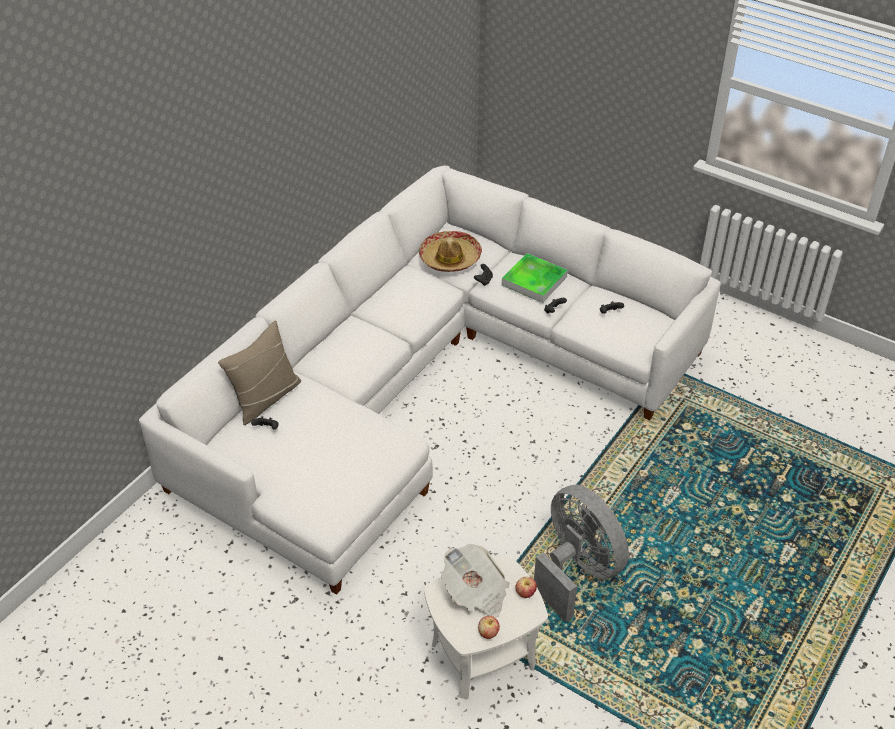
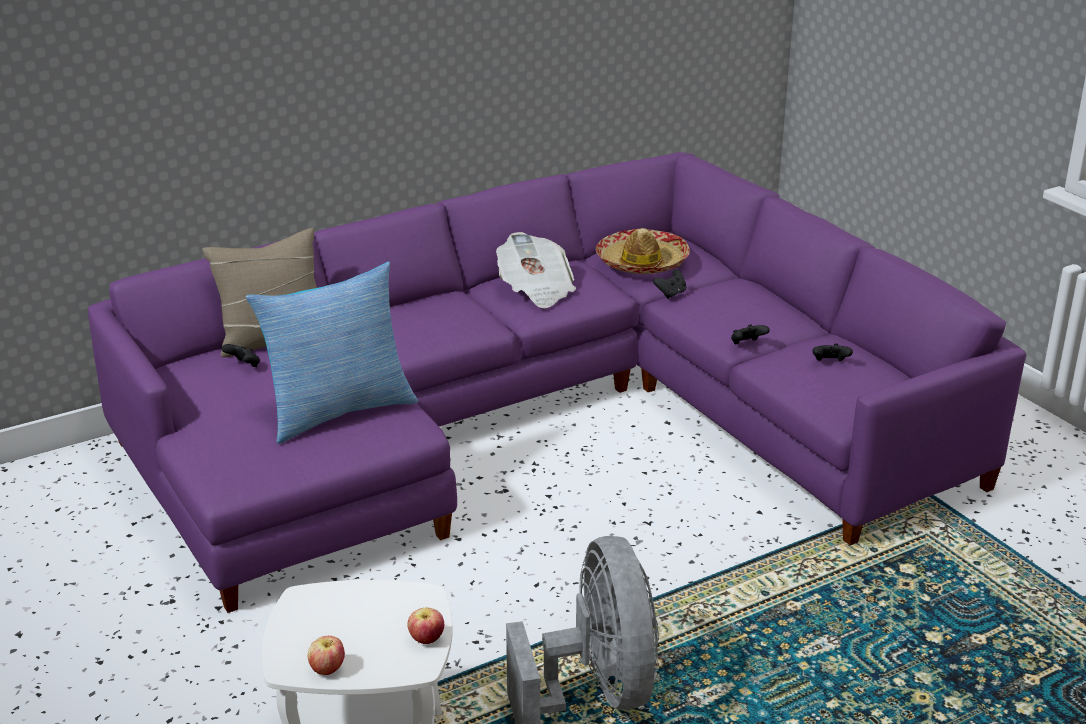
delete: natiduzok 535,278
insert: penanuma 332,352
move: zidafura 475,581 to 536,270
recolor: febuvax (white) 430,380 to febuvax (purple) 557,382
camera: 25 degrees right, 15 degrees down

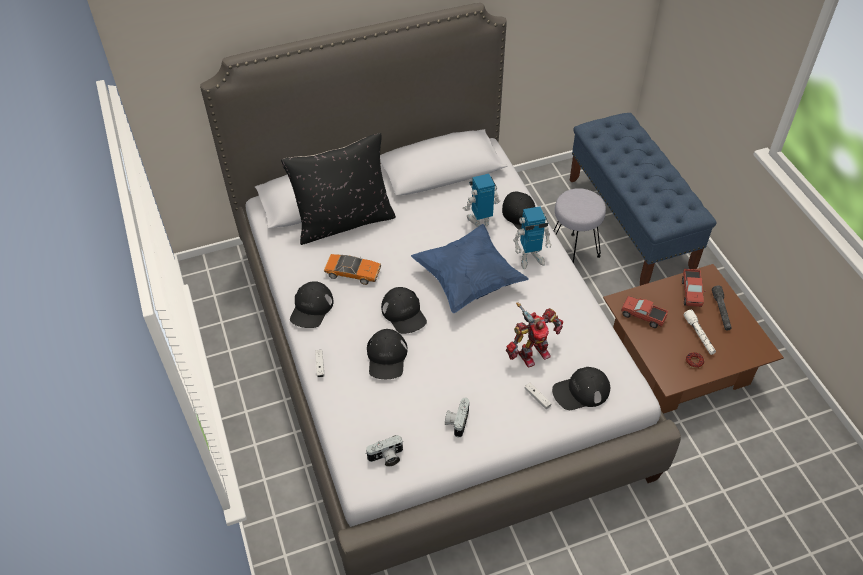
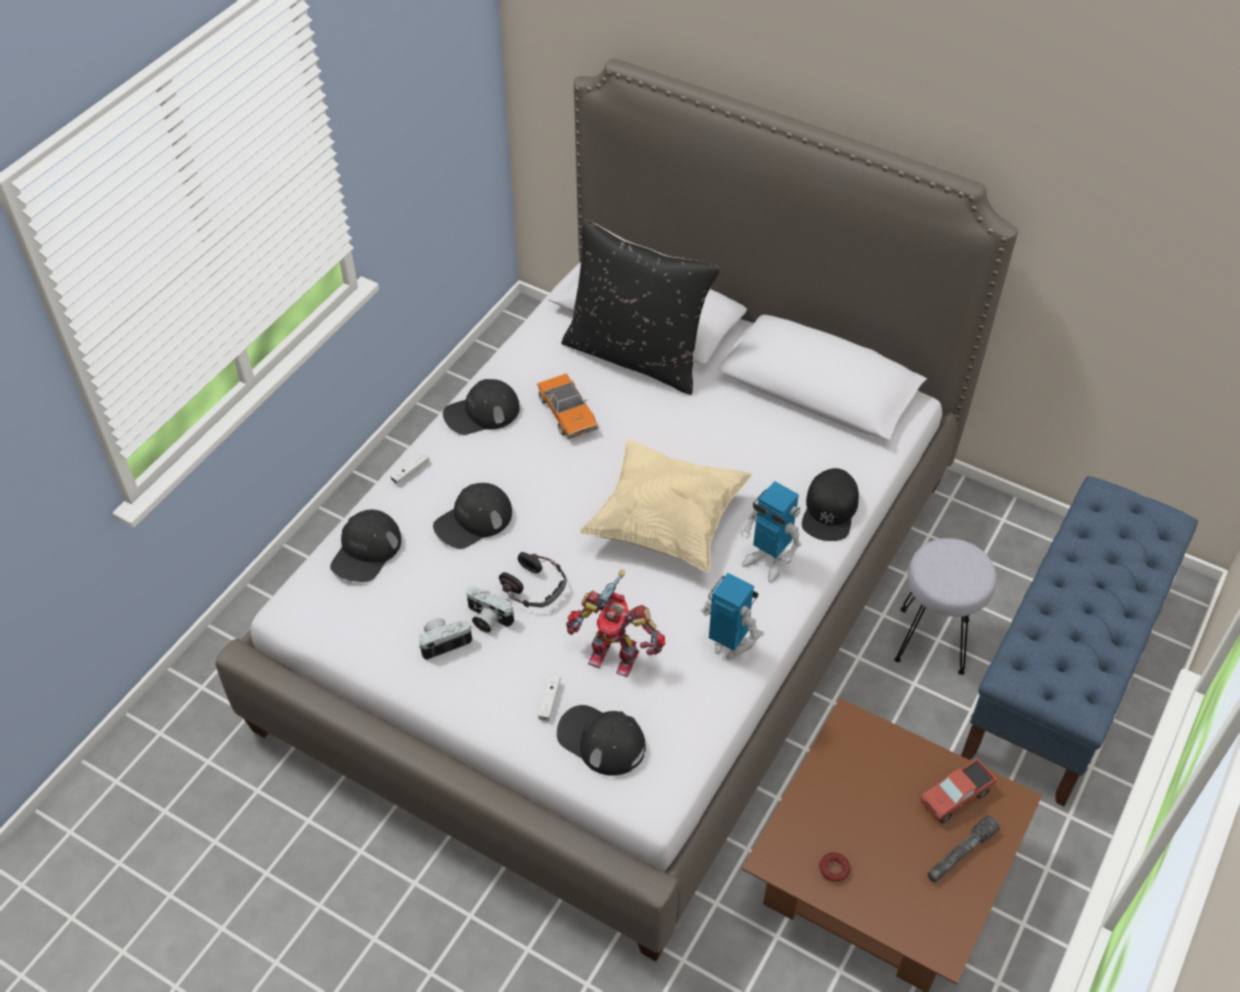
delete: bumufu 644,312; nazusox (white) 700,332
insert: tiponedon 532,580
move: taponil 384,451 to 490,609; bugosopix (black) 404,310 to 365,546; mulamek 481,200 to 732,616
recolor: penanuma (blue) 470,268 to penanuma (beige) 666,505
camera: 50 degrees right, 0 degrees up

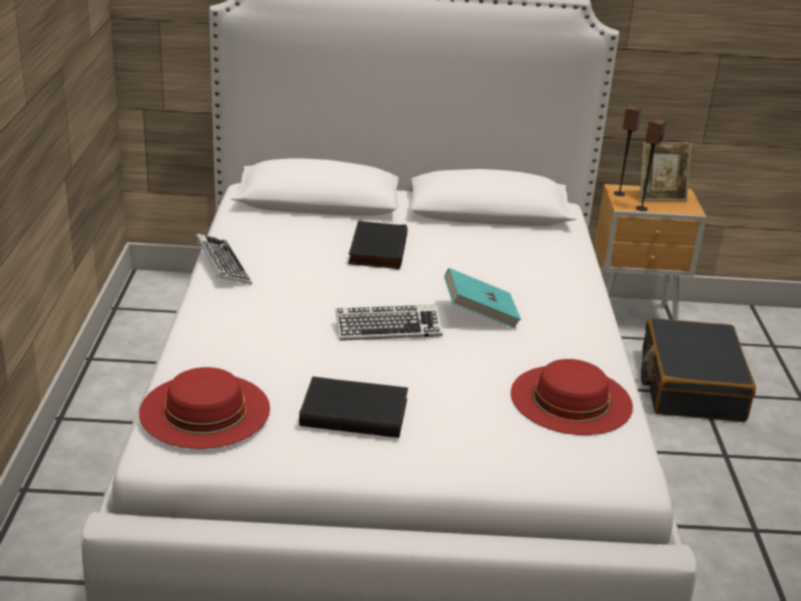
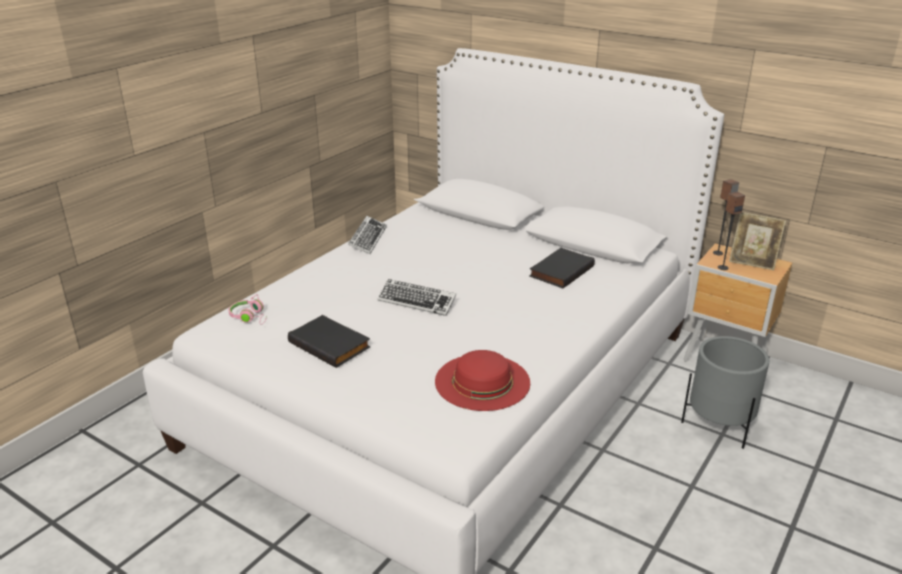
delete: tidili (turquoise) 482,298
move: tidili (black) 378,245 to 562,268
replace: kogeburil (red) 204,408 to tiponedon (pink) 247,309; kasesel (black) 698,370 to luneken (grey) 725,392
camera: 35 degrees right, 0 degrees up

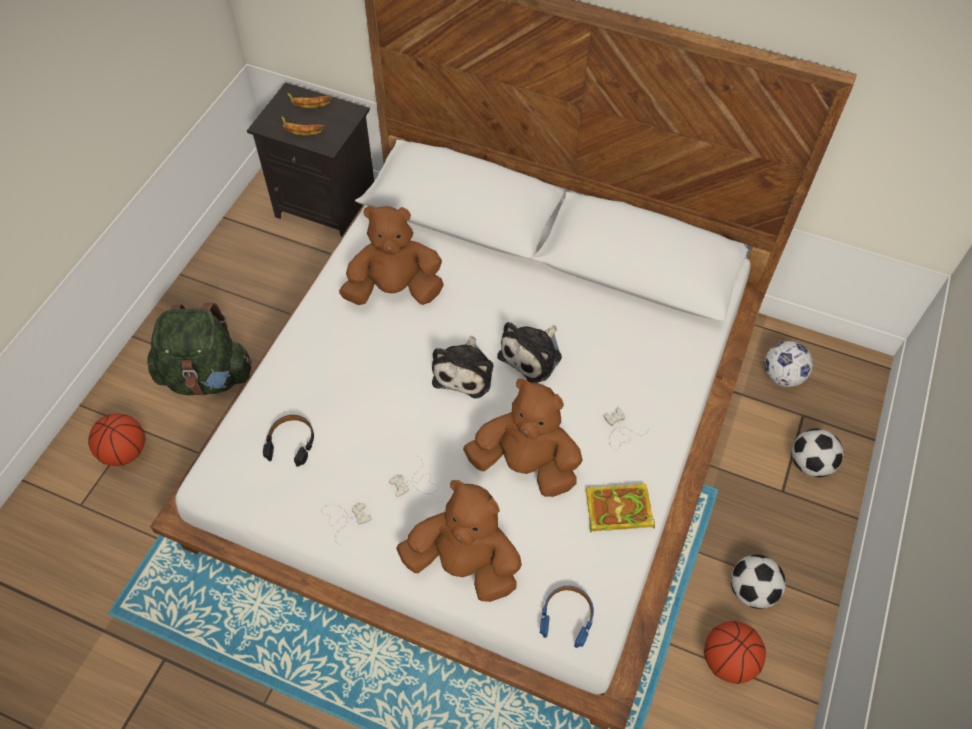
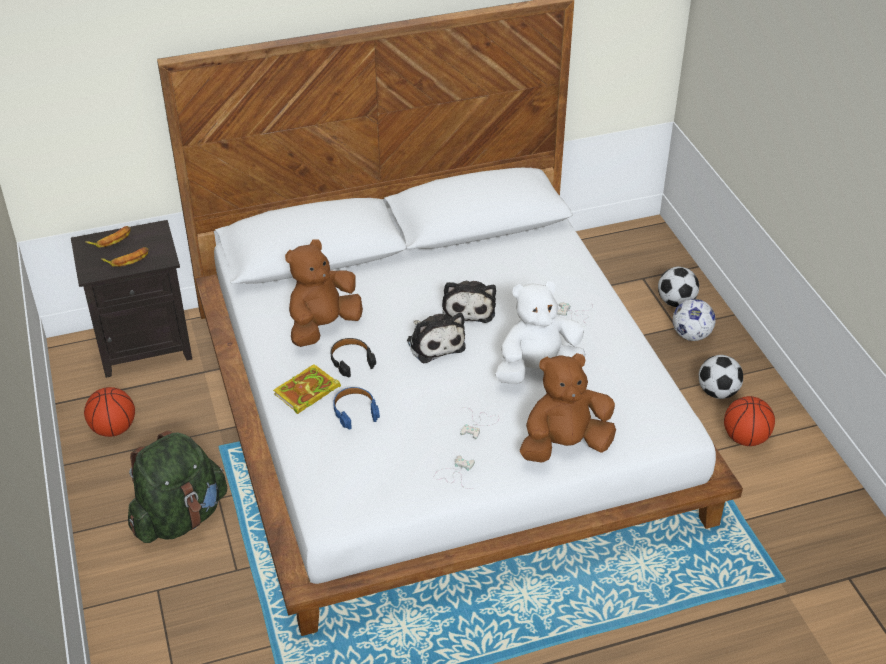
move: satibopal 116,440 to 109,412; tiponedon (black) 288,441 to 353,358; tiponedon (blue) 567,617 to 356,408; tidili 620,508 to 307,389; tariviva 788,364 to 694,320
recolor: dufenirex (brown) 523,438 to dufenirex (white) 540,332
camera: 40 degrees left, 15 degrees down

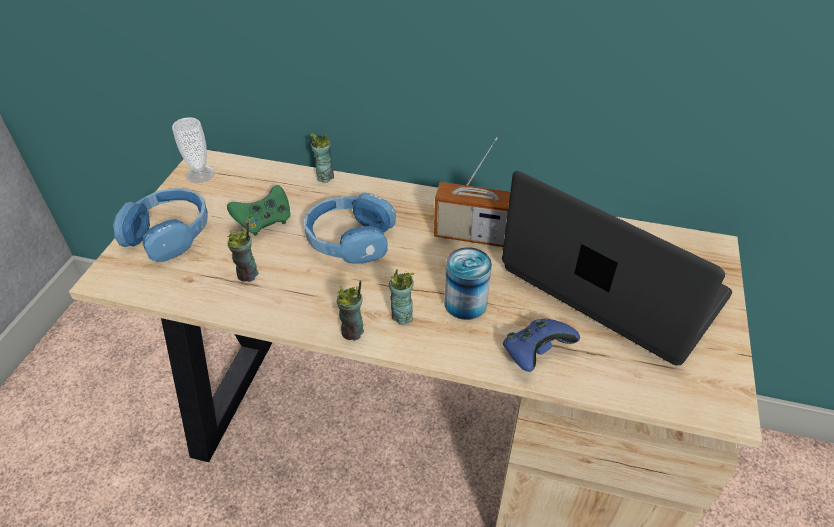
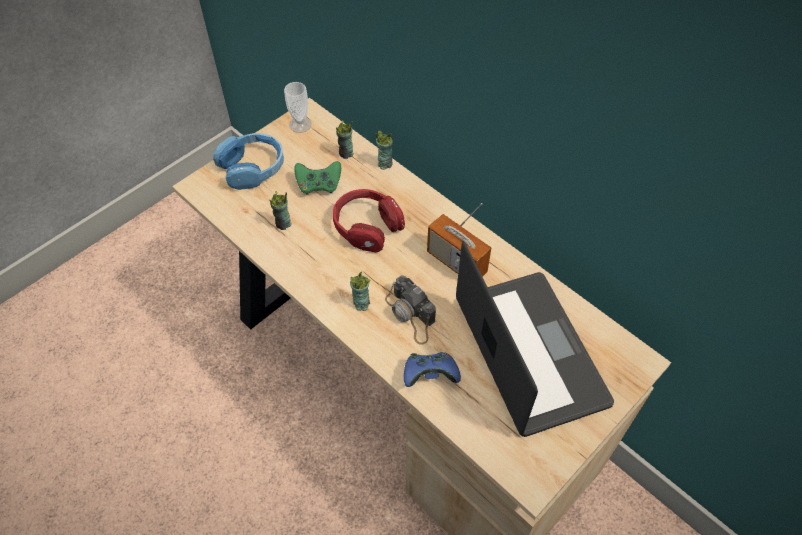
move: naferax 350,310 to 345,140
replace: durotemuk 468,283 to taponil 410,310
recolor: tiponedon (blue) 350,228 to tiponedon (red) 369,220
camera: 30 degrees right, 10 degrees up

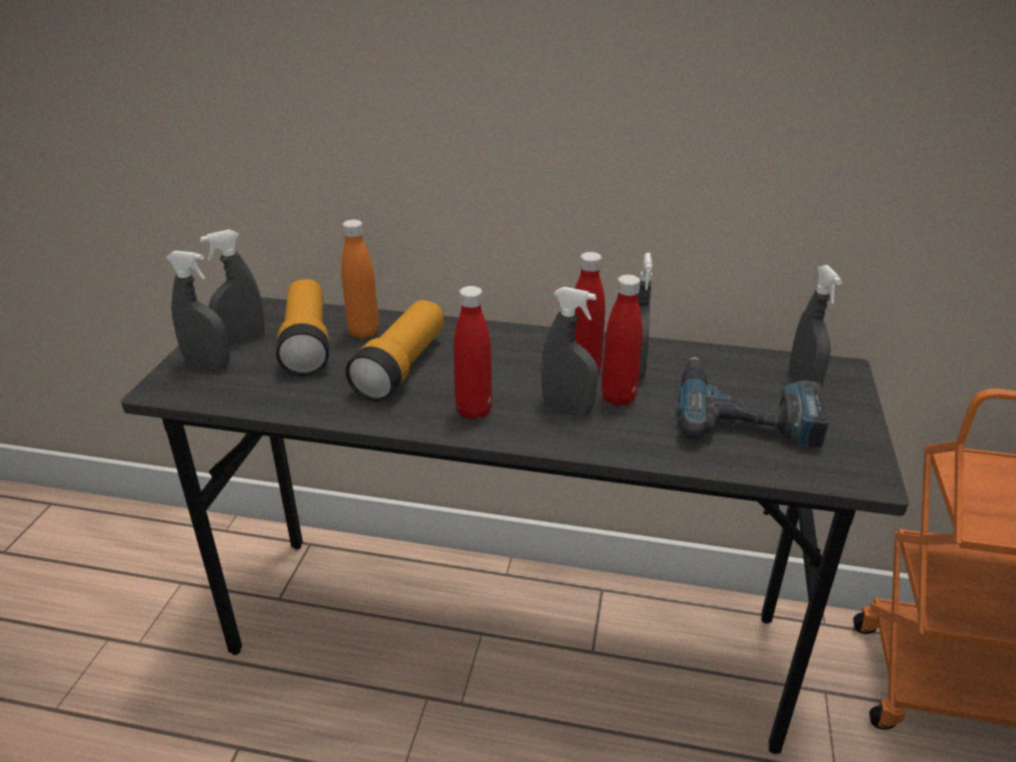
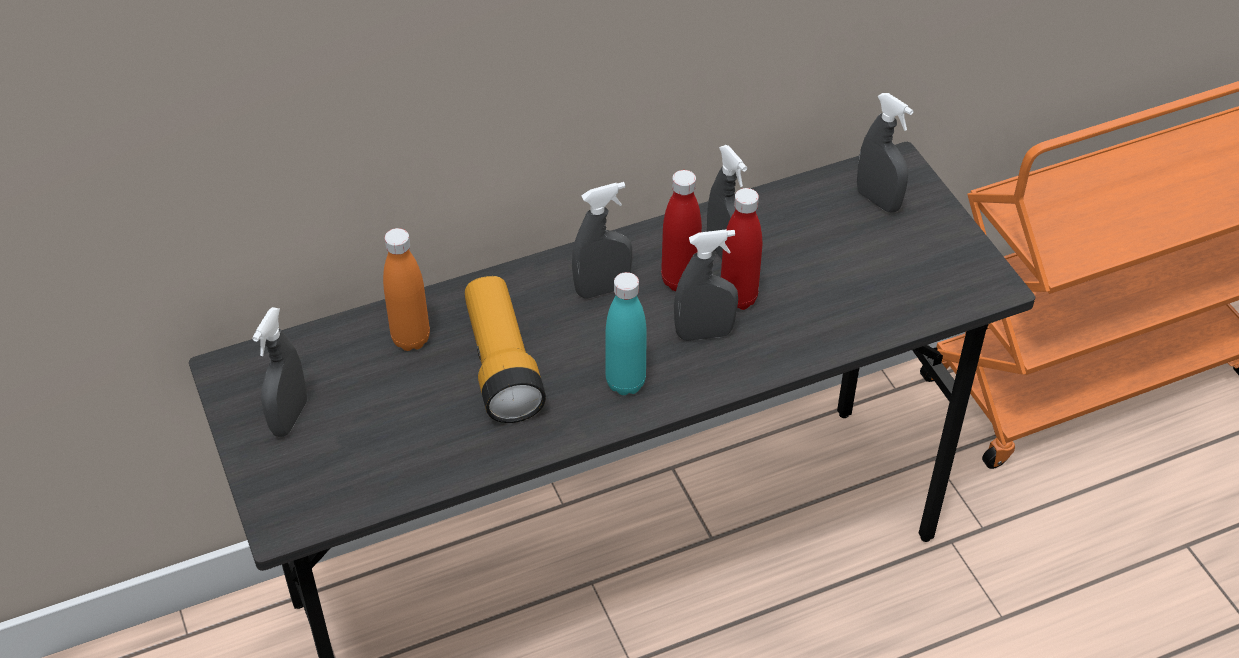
delete: nazusox 302,327; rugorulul 753,402
move: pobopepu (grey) 198,309 to 602,240
recolor: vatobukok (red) 473,353 to vatobukok (turquoise) 626,333
camera: 35 degrees left, 15 degrees up

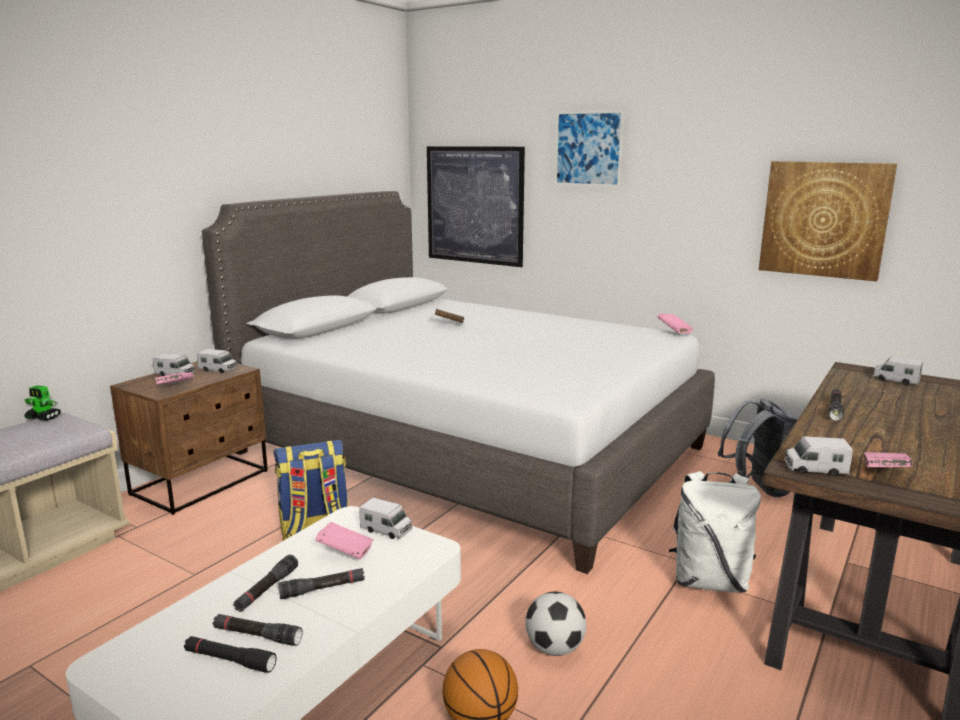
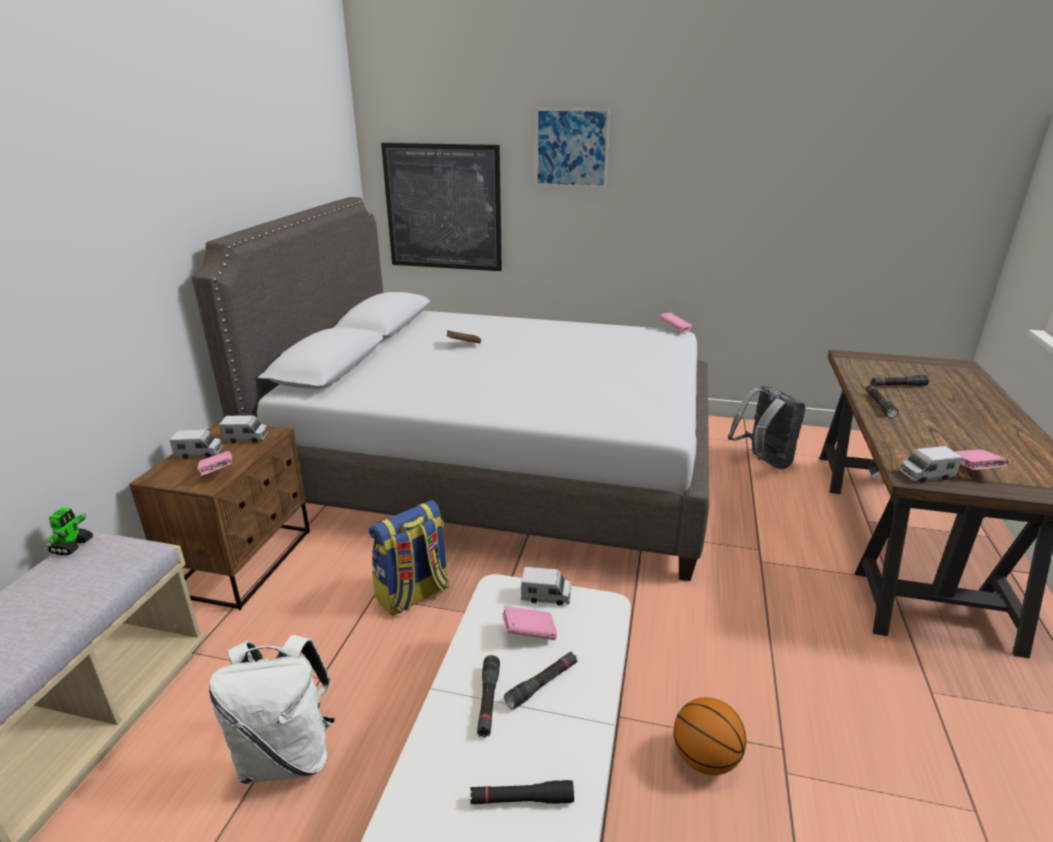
delete: tariviva 555,624; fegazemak 828,221; bumufu 897,371
move: nazusox (black) 257,630 to 900,380; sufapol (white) 715,532 to 272,709
rotate: mulamek 42,403 = 69,531 75 degrees counterclockwise
camera: 20 degrees left, 10 degrees up

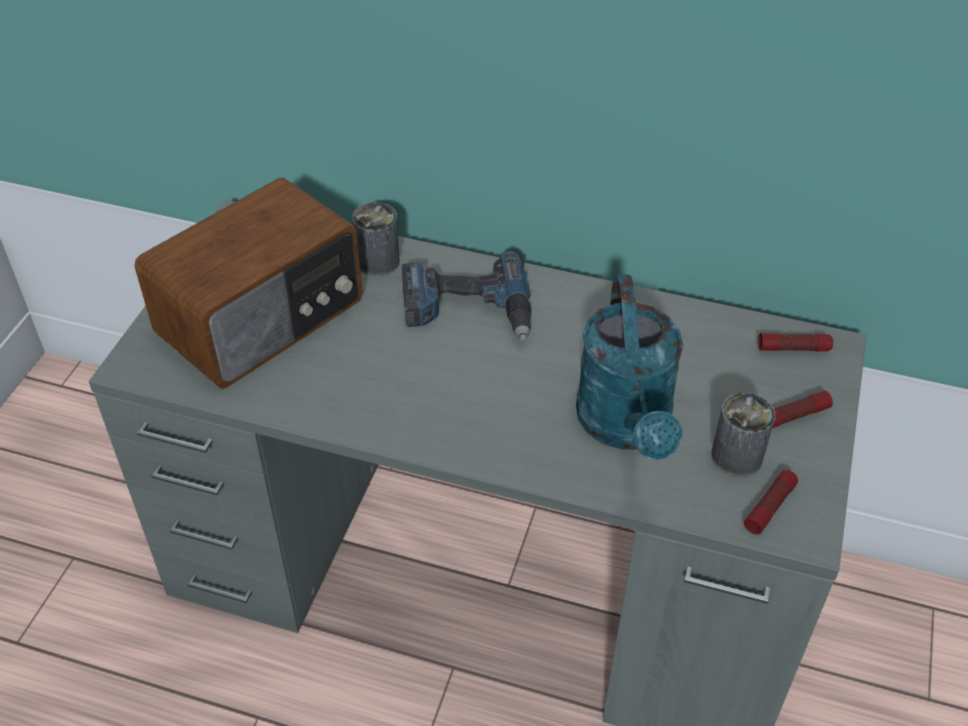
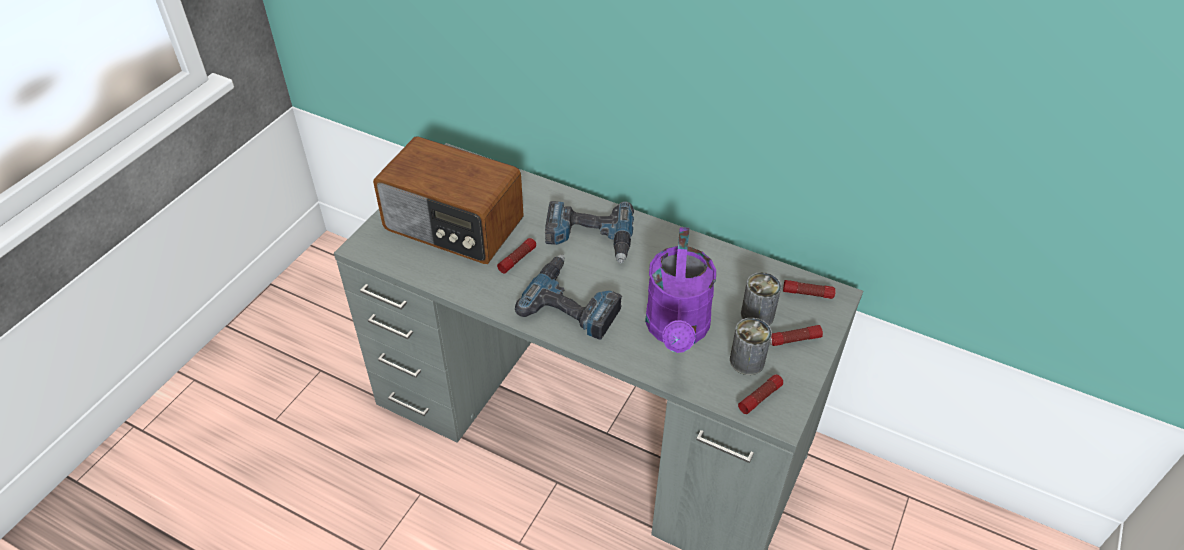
insert: nazusox 516,256; rugorulul 568,297
move: durotemuk 376,239 to 761,298
recolor: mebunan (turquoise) 629,367 to mebunan (purple) 680,290
rotate: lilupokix 248,283 = 448,200 60 degrees clockwise
camera: 10 degrees right, 0 degrees up

